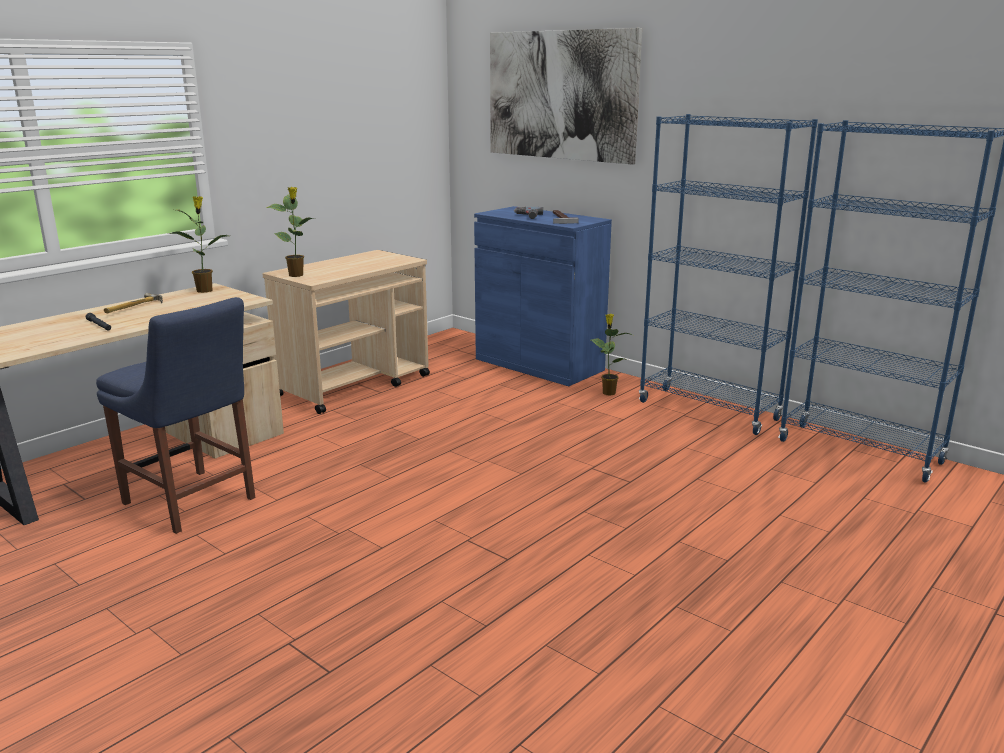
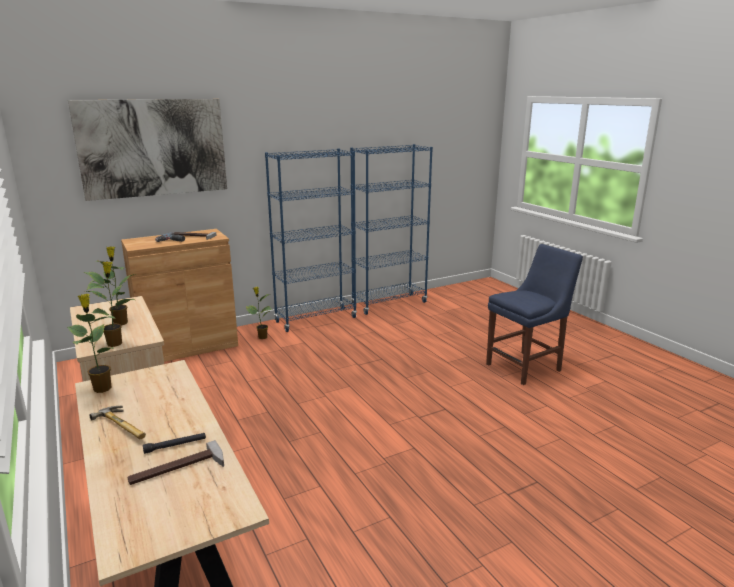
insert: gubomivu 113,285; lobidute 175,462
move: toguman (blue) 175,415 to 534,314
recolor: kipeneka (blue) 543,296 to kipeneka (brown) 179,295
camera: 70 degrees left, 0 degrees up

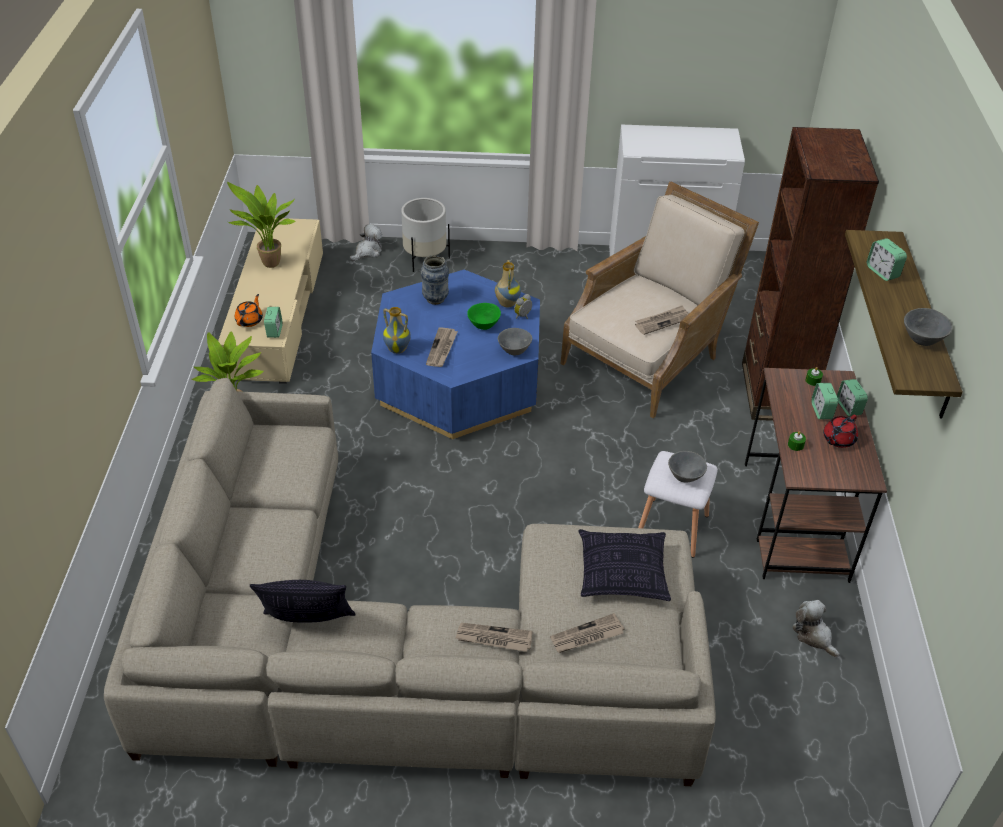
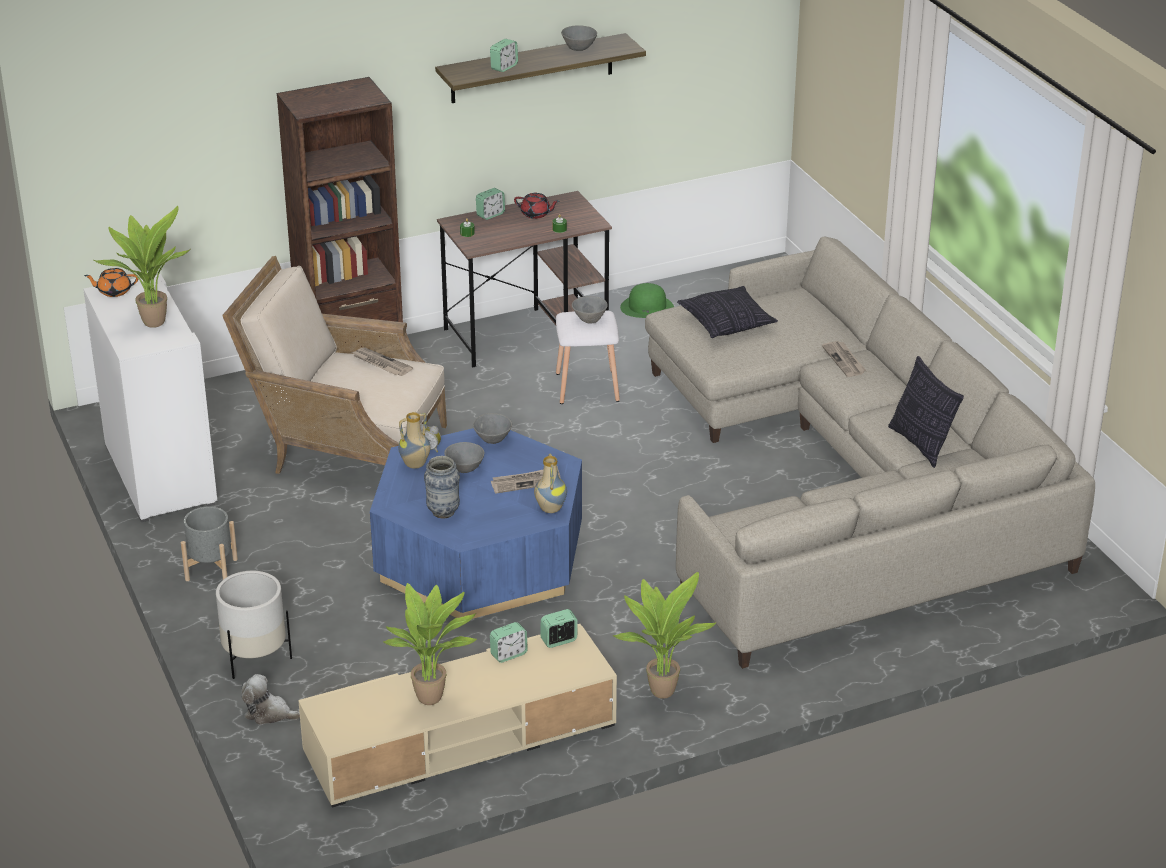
delete: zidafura 587,633
insert: gubomivu 141,267; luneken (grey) 209,543
move: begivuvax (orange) 249,310 to 111,282; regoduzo 824,401 to 509,642
replace: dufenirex 816,628 to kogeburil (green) 647,300
recolor: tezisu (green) 484,316 to tezisu (grey) 464,457
camera: 115 degrees left, 10 degrees down

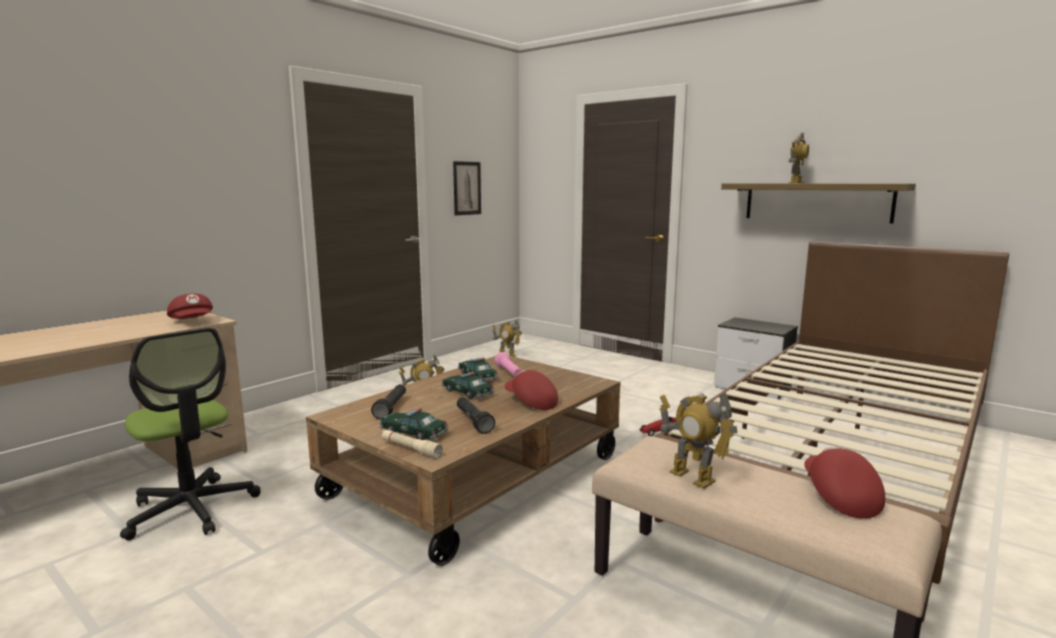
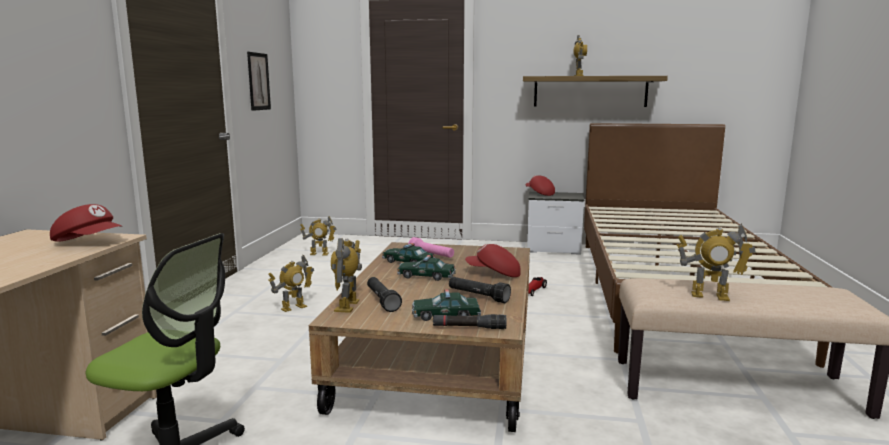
insert: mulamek 346,275
move: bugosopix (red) 844,483 to 540,185
recolor: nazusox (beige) 412,444 to nazusox (black) 469,321
camera: 30 degrees left, 0 degrees up

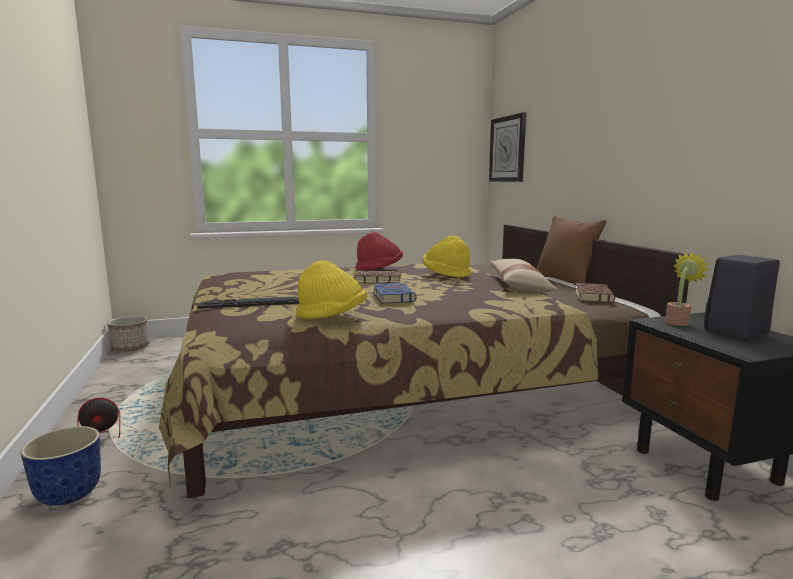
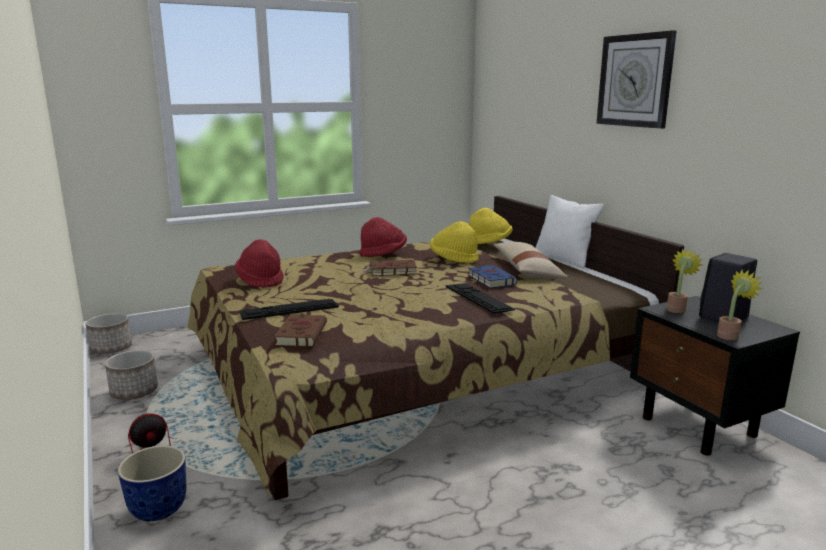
insert: luneken 131,375; kogeburil (red) 259,263; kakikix 480,298; gubomivu 740,305
move: kogeburil (yellow) 331,289 to 490,226; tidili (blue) 395,293 to 492,276; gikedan 507,147 to 636,79; tidili (brown) 595,293 to 300,331
recolor: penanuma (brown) 571,250 to penanuma (white) 569,231
camera: 10 degrees left, 5 degrees up

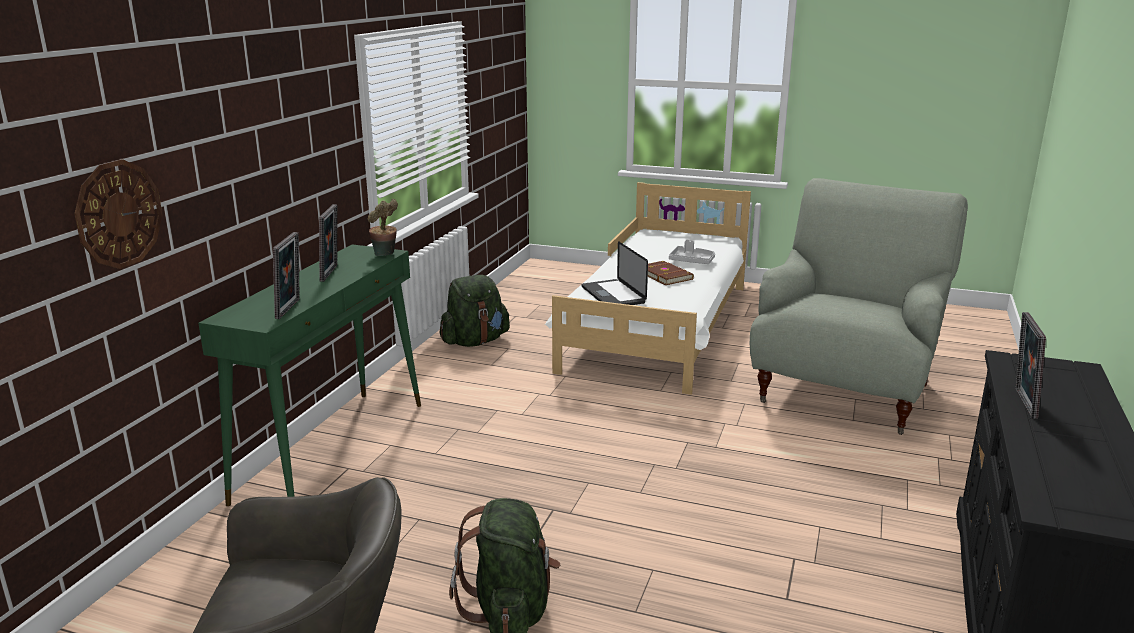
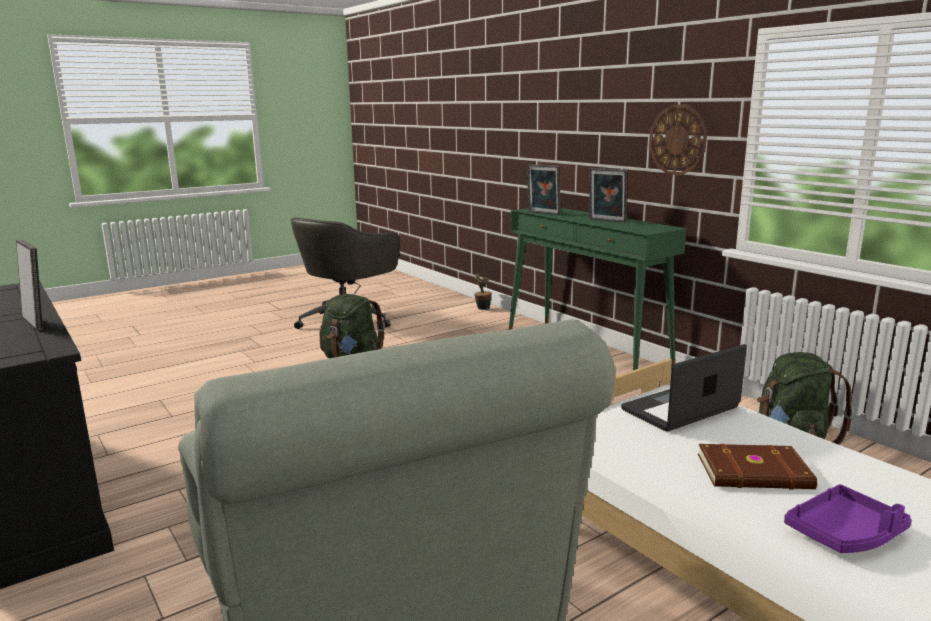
move: gikedan 118,214 to 678,140; gubomivu 383,227 to 482,292
recolor: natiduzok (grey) 692,251 to natiduzok (purple) 848,518
rotate: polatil 615,273 = 684,388 45 degrees counterclockwise
camera: 125 degrees right, 5 degrees down

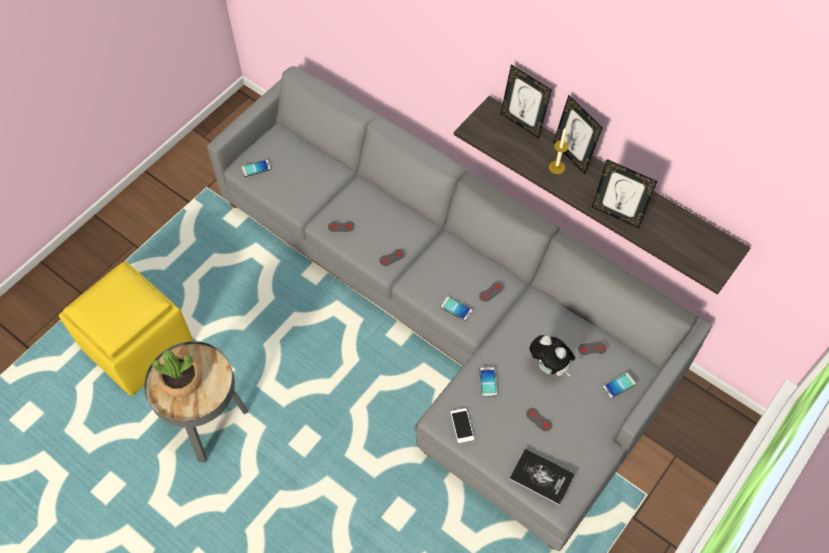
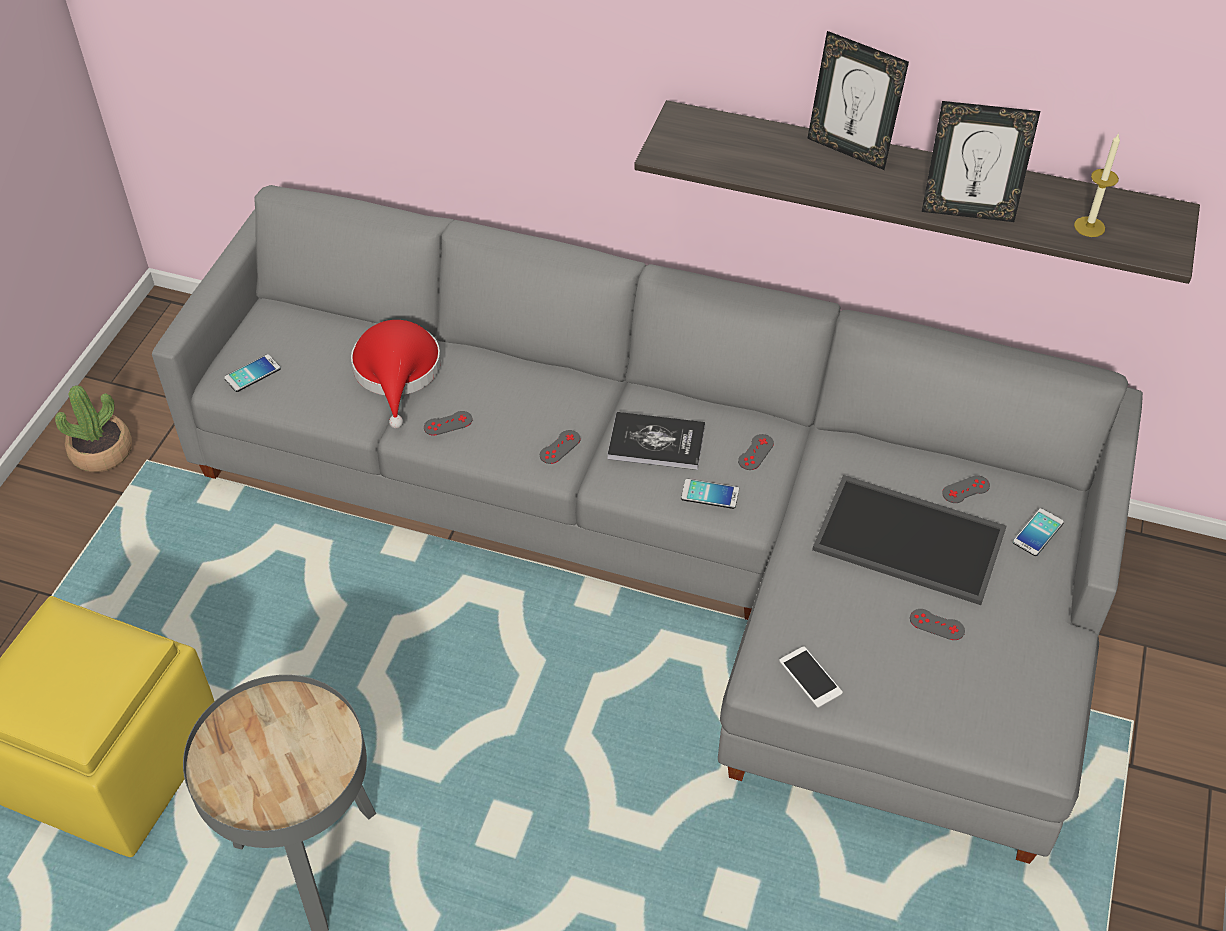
delete: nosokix 488,382; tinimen 526,101
insert: kogeburil (red) 396,374
move: gubomivu 177,374 to 93,428; tidili 542,477 to 656,441; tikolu 559,150 to 1097,185
replace: dufenirex 552,356 to natiduzok 909,540
camera: 20 degrees left, 10 degrees down

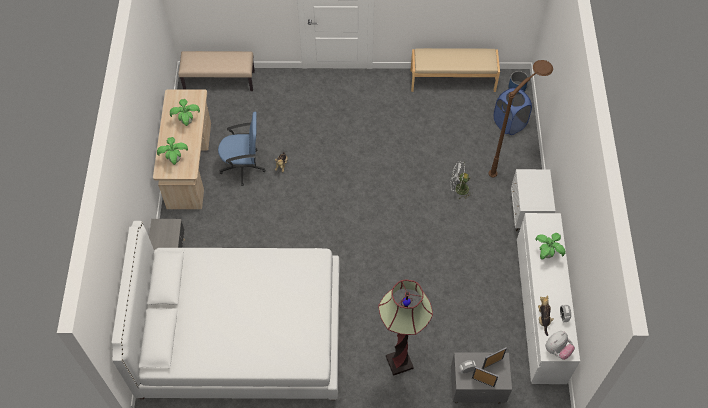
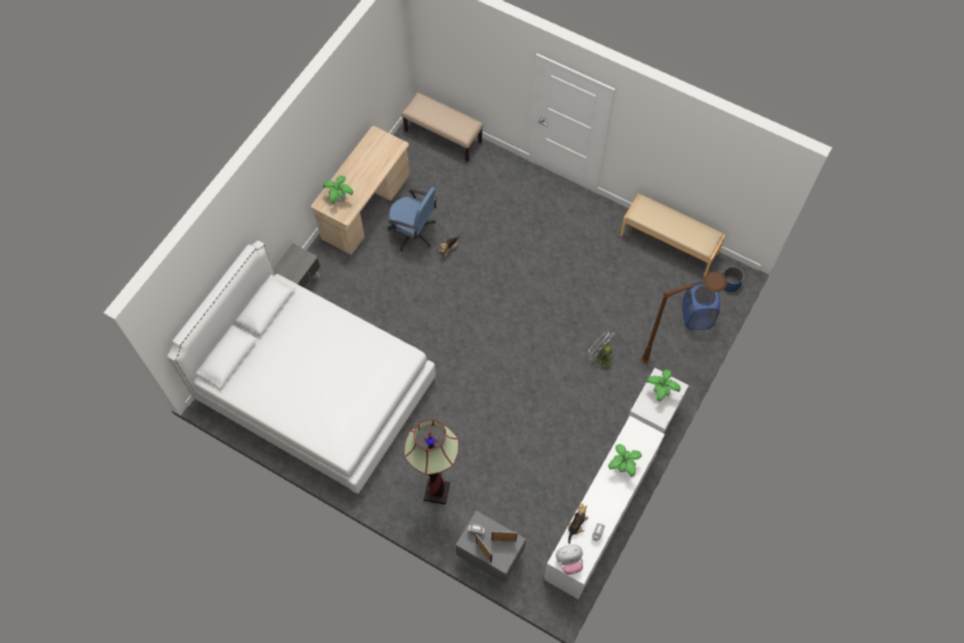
move: gubomivu 185,112 to 664,385
camera: 30 degrees right, 5 degrees up

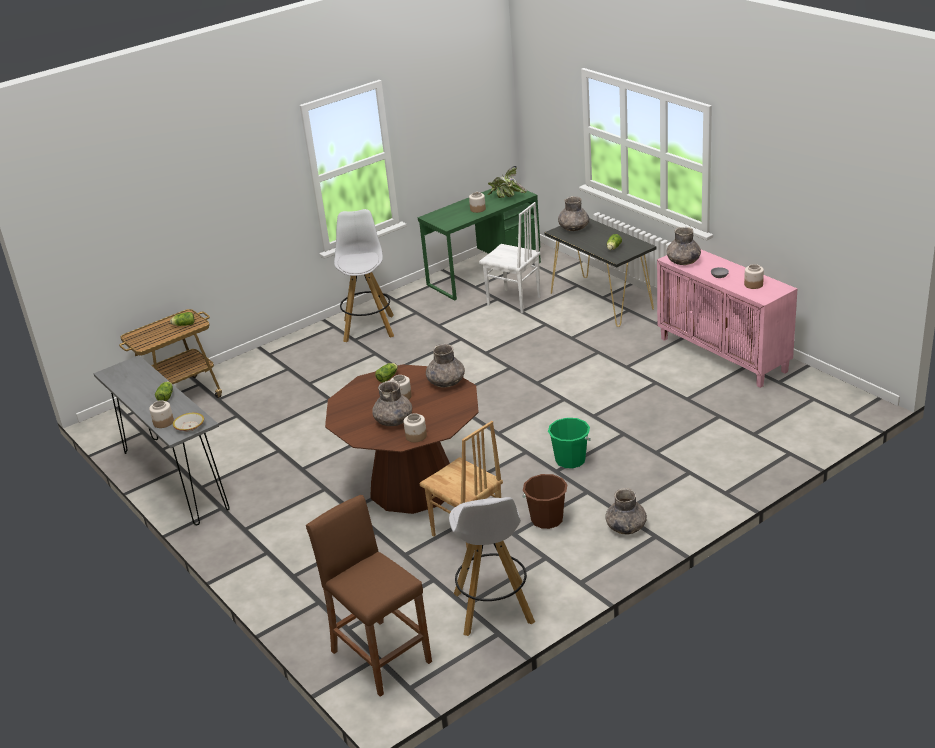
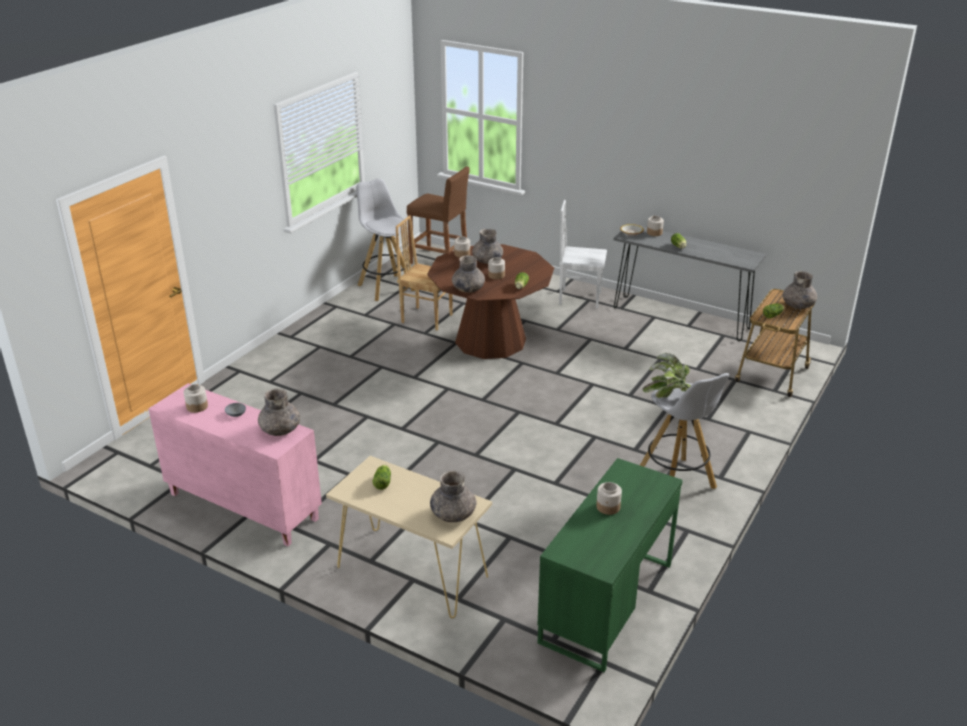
delete: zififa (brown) 545,501; zififa (green) 569,443
move: toguman (white) 510,257 to 583,254; gubomivu 507,182 to 667,375; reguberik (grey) 626,511 to 800,290
recolor: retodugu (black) 600,272 to retodugu (beige) 409,537
camera: 155 degrees right, 0 degrees up

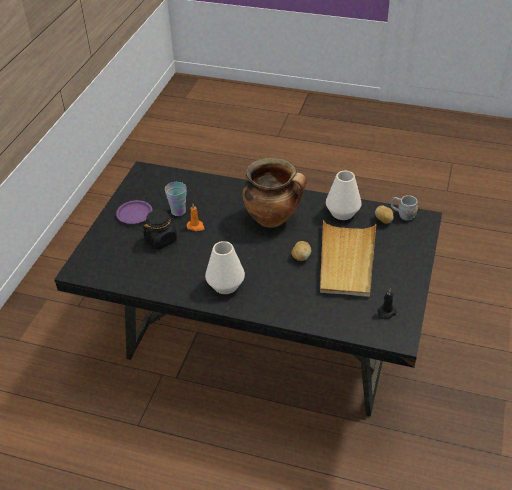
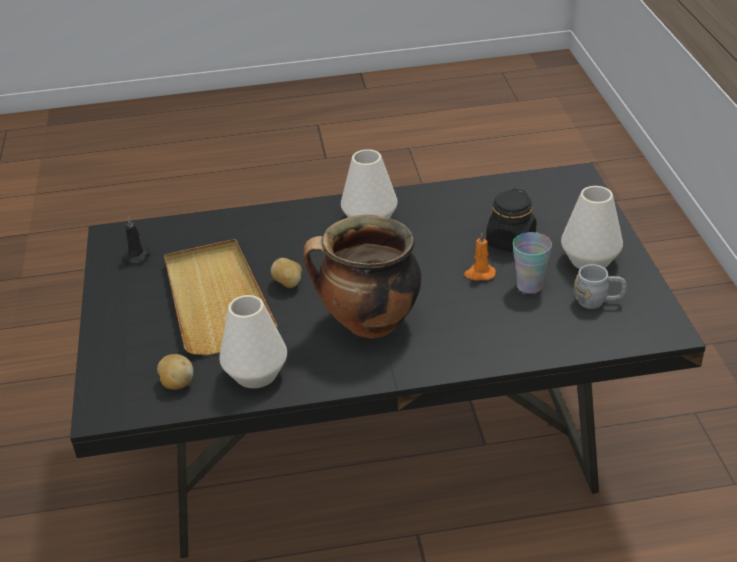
move: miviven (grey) 404,208 to 600,286
replace: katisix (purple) 134,212 to reguberik (white) 592,227
camera: 155 degrees right, 5 degrees down

